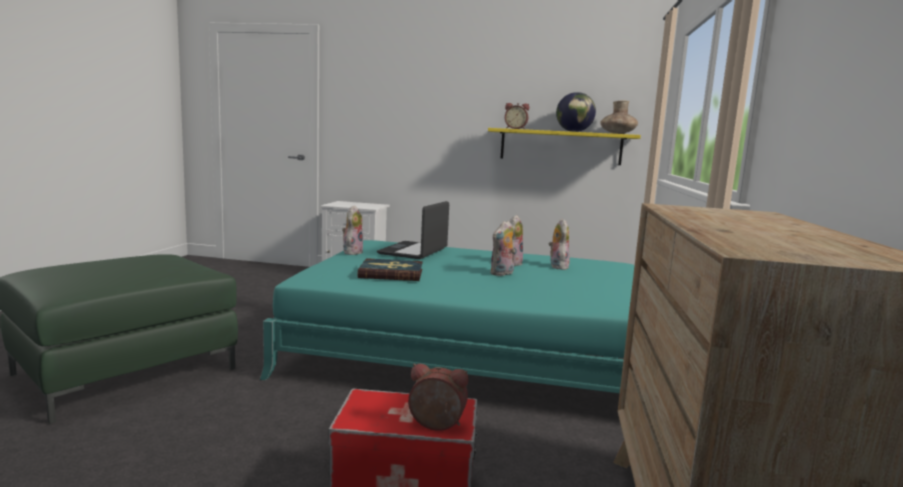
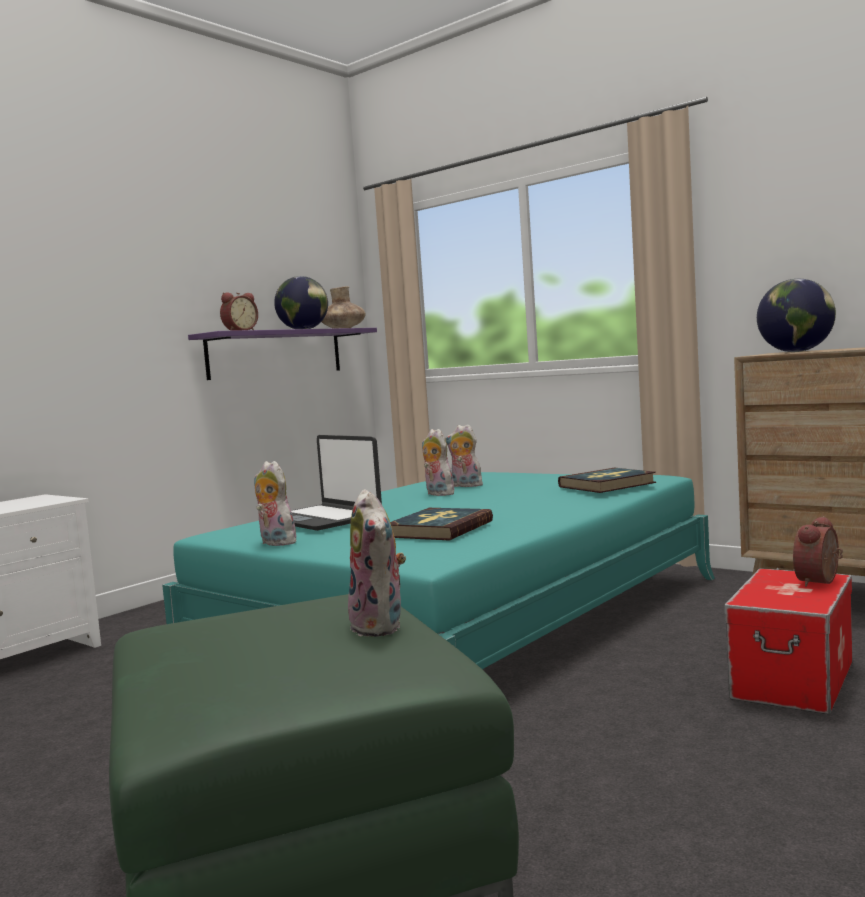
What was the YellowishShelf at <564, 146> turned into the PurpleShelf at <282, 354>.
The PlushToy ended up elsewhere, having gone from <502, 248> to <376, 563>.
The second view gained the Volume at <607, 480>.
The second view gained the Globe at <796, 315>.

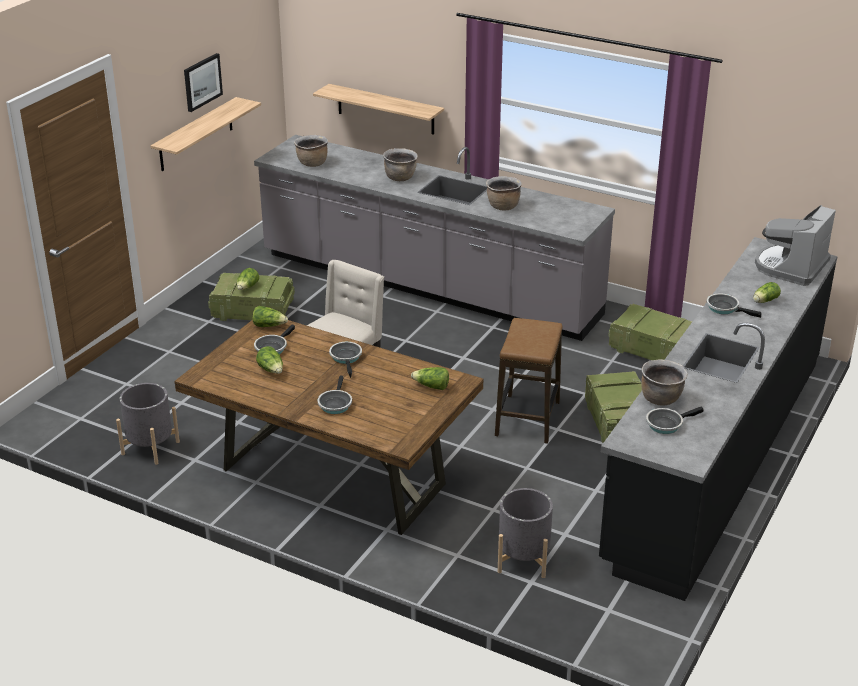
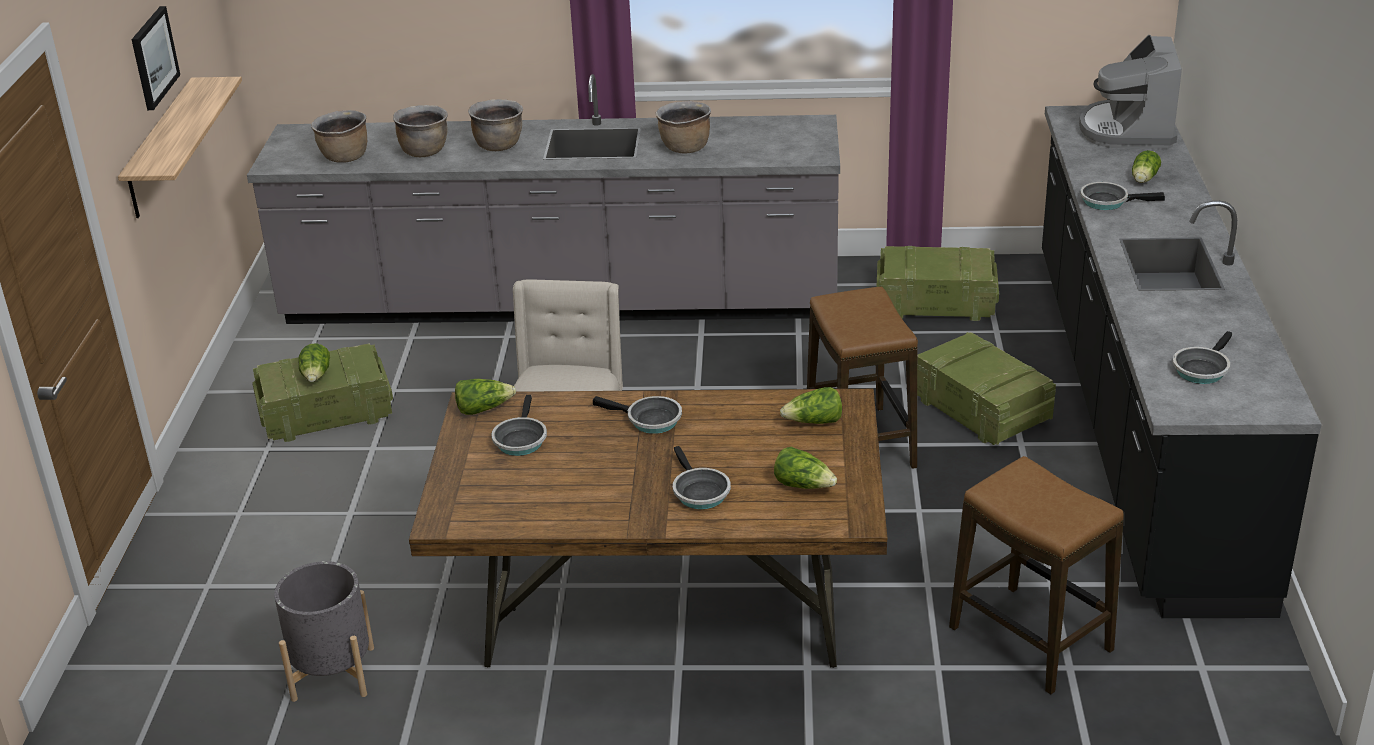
The LettuceHead ended up elsewhere, having gone from <269, 360> to <805, 467>.
The second view lost the Shelf at <378, 109>.
The FryingPan at <345, 360> ended up facing another way, 150 degrees clockwise from before.
Where the GreyishPlantPot stood at <525, 533>, the Stool came to stand at <1036, 575>.
The BrownColouredSaucepot ended up elsewhere, having gone from <664, 382> to <420, 131>.

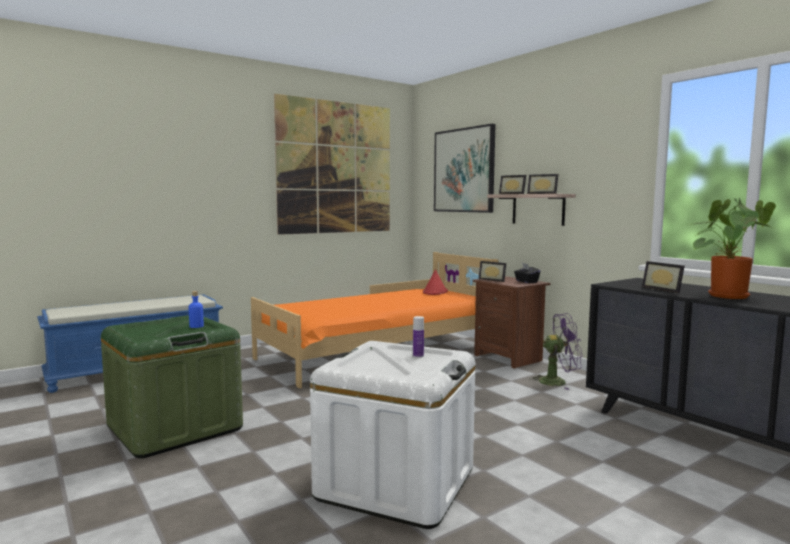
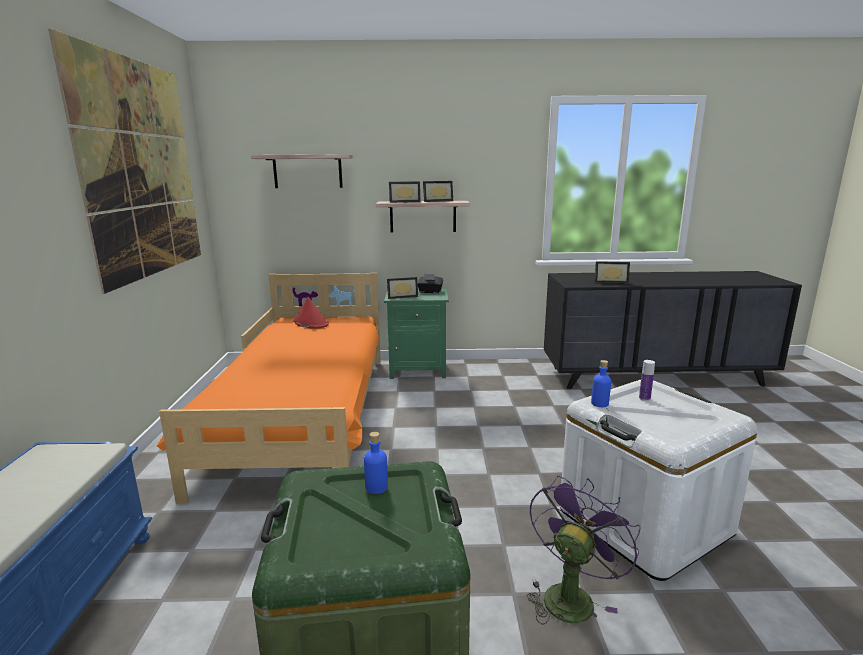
Where the WallArt hung at <465, 168>, the Shelf came to hang at <302, 171>.
What was the BrownColouredBedsideTable at <511, 322> turned into the GreenColouredBedsideTable at <416, 334>.
The PurpleFan ended up elsewhere, having gone from <556, 351> to <584, 550>.
The second view lost the Houseplant at <732, 248>.
The second view gained the BlueColouredDrinkBottle at <601, 383>.

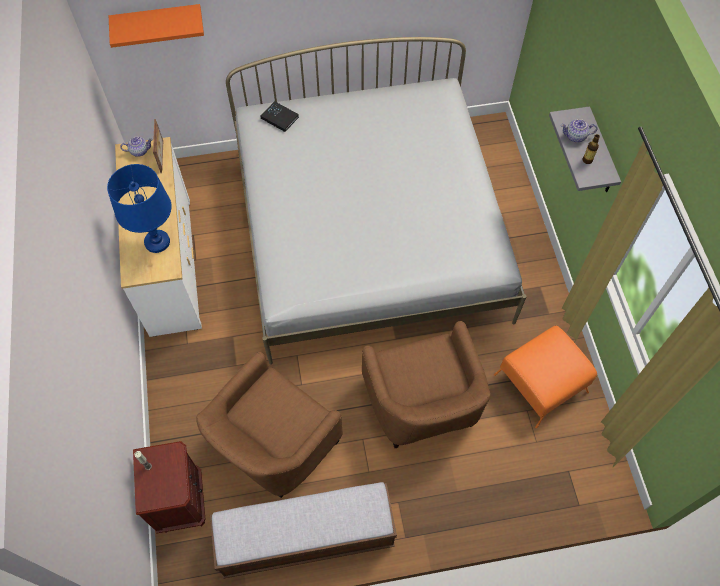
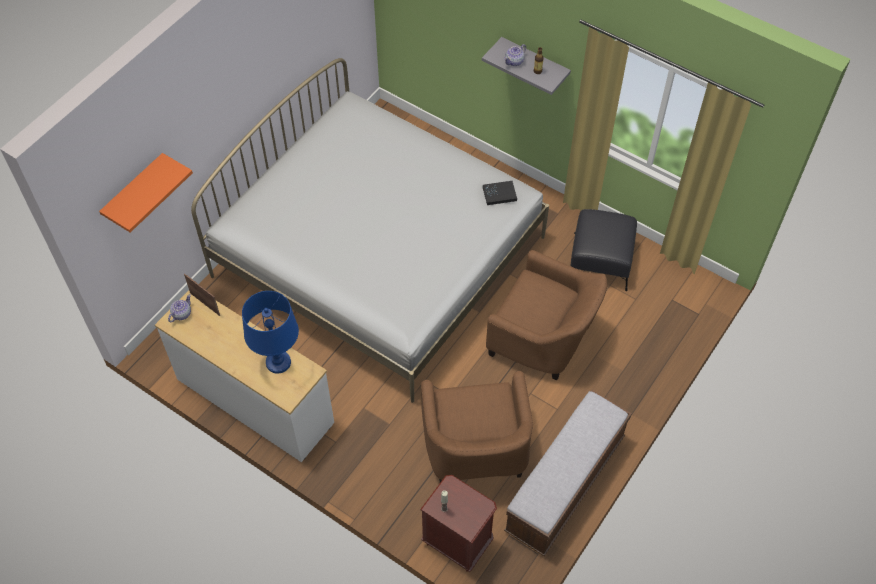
The BlackishVolume ended up elsewhere, having gone from <279, 116> to <500, 193>.
What was the OrangeColouredFootrest at <545, 377> turned into the BlackishFootrest at <603, 250>.

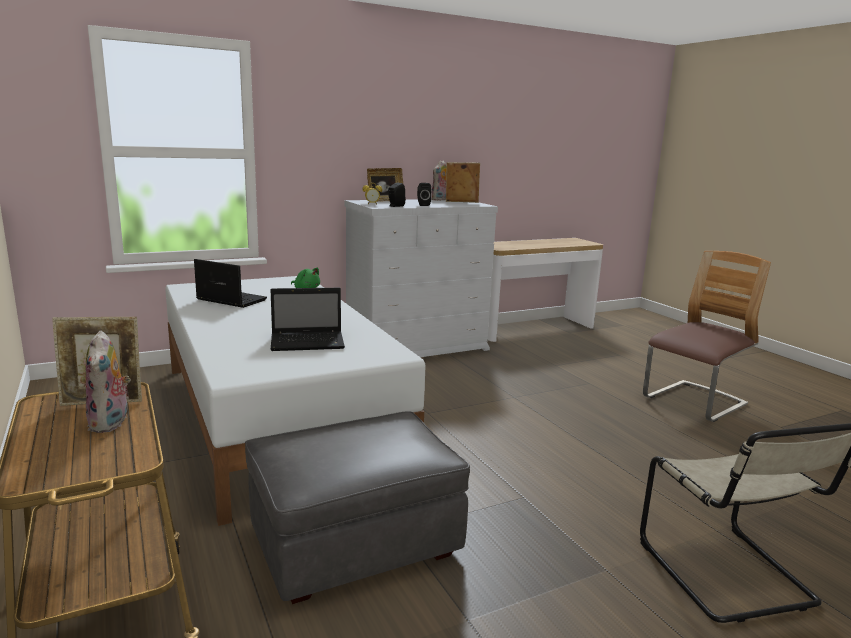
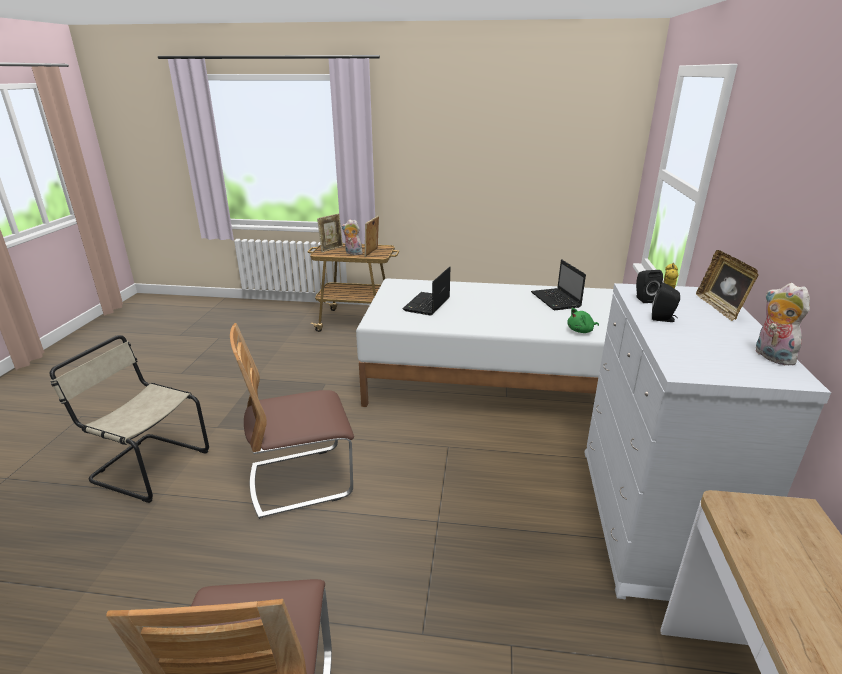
The Laptop at <230, 283> ended up facing another way, 105 degrees clockwise from before.
The second view lost the GreyishFootrest at <357, 507>.
The PhotoFrame ended up elsewhere, having gone from <463, 182> to <330, 233>.
The second view gained the UprightChair at <292, 421>.

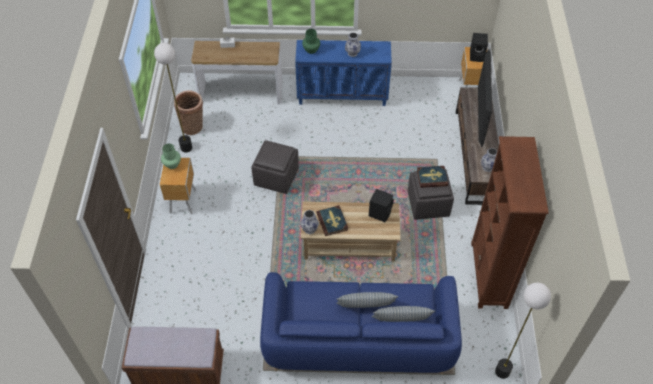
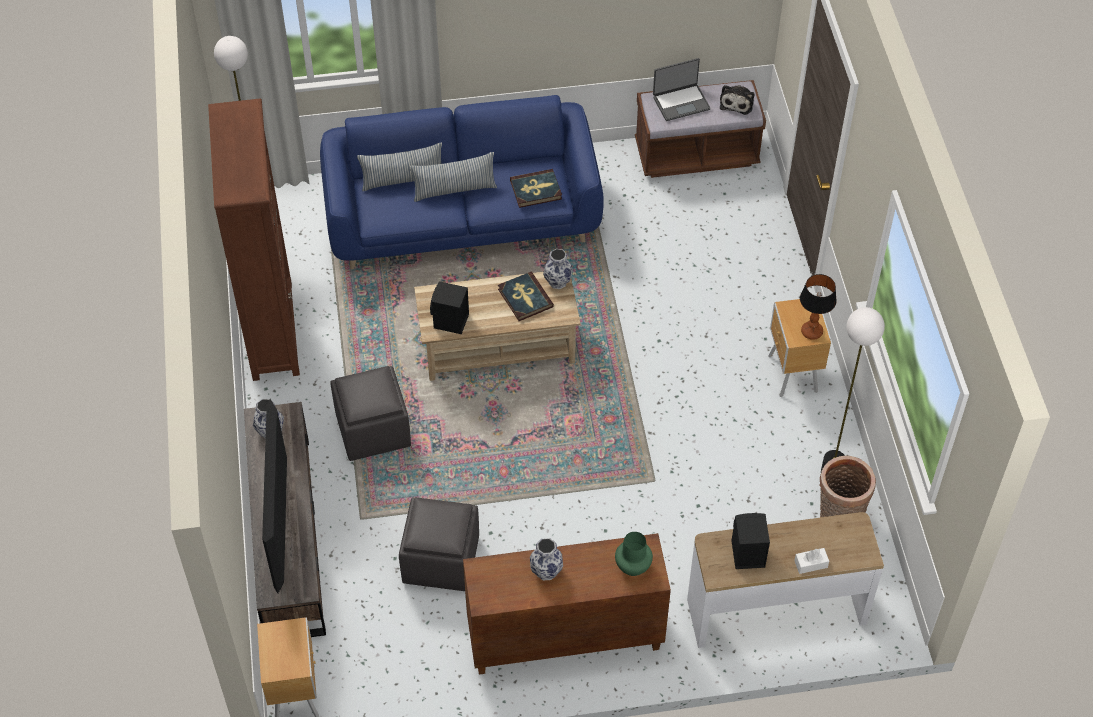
Where the GreenColouredFlowerVase stood at <171, 156>, the LampForATable came to stand at <818, 307>.
The GreyishFootrest ended up elsewhere, having gone from <275, 167> to <439, 544>.
What was the BlueColouredStorageCabinet at <343, 73> turned into the BrownColouredStorageCabinet at <567, 604>.
The Volume ended up elsewhere, having gone from <432, 177> to <536, 188>.
The BlackishAudioSpeaker ended up elsewhere, having gone from <479, 47> to <750, 541>.
The second view gained the Laptop at <682, 89>.
The second view gained the PlushToy at <737, 100>.

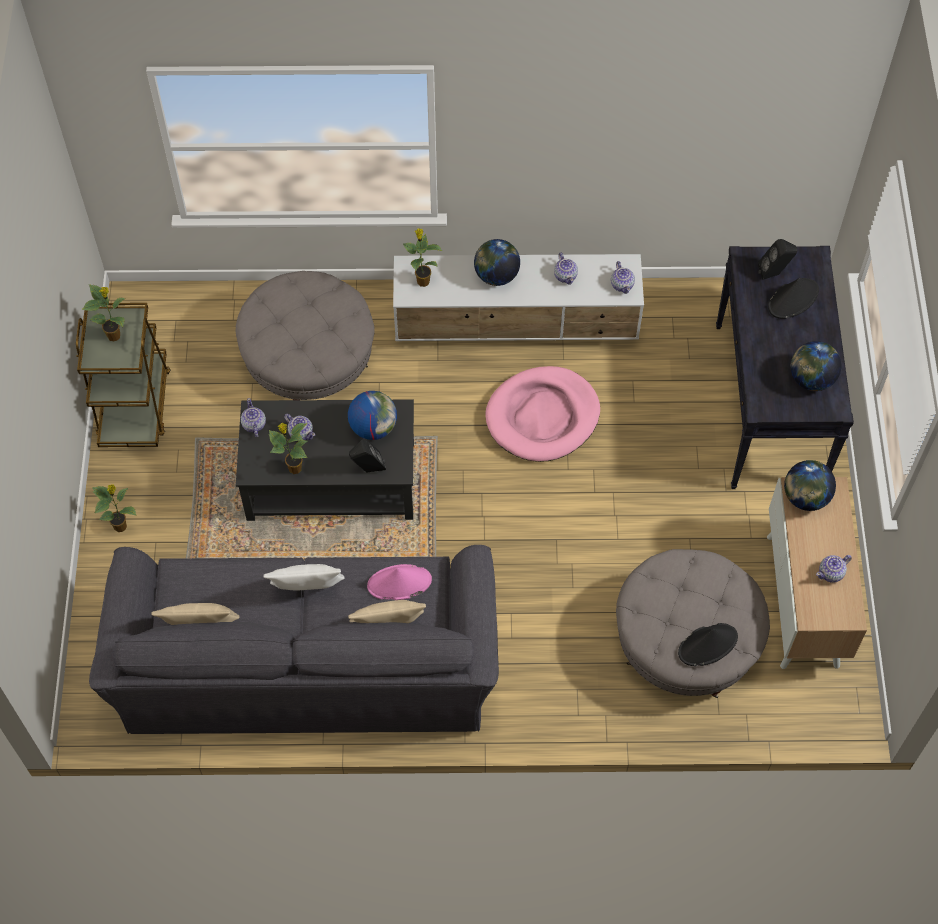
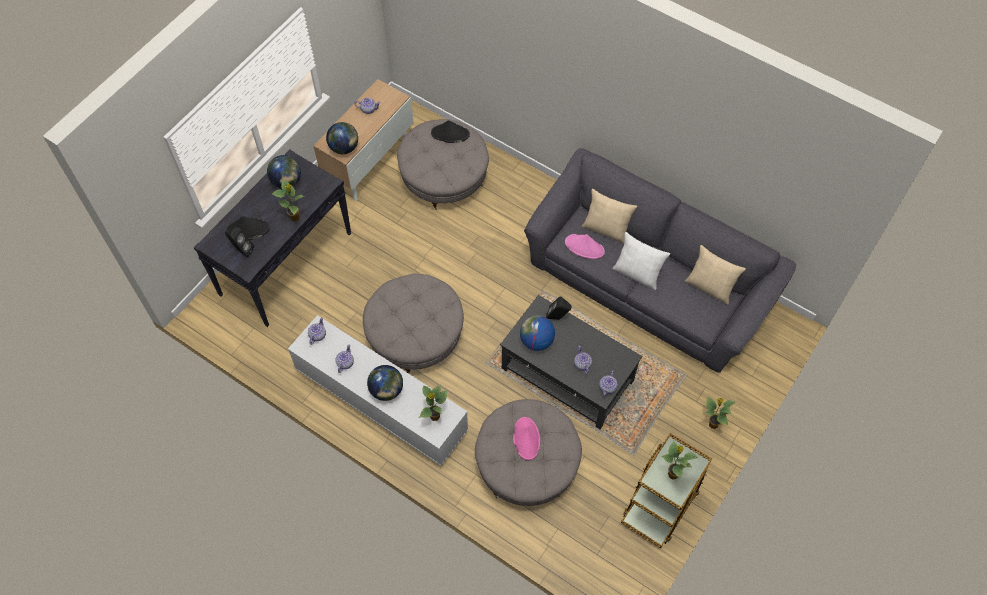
The Houseplant ended up elsewhere, having gone from <288, 448> to <288, 200>.
Where the PinkColouredDogCushion stood at <542, 414>, the GreyishFootrest came to stand at <413, 323>.
The second view gained the PinkColouredHat at <526, 438>.

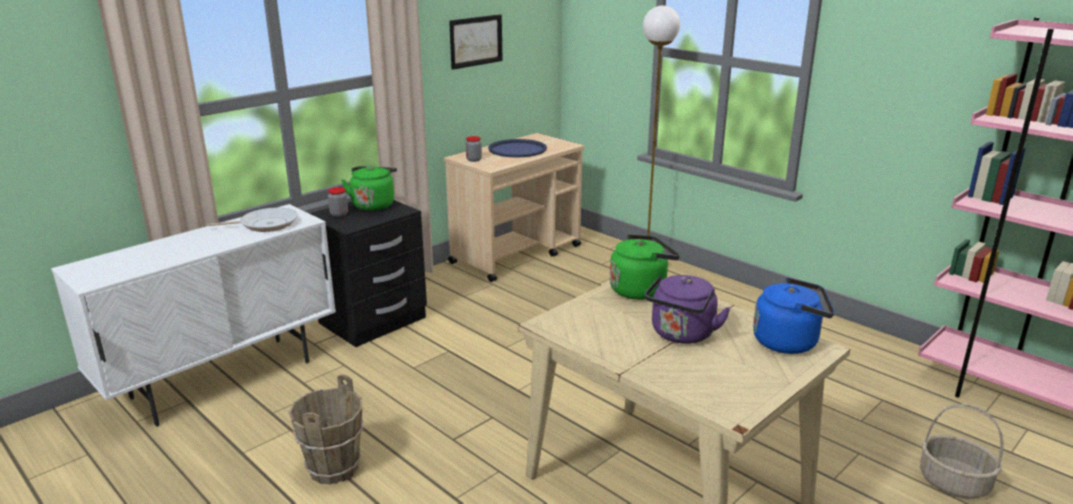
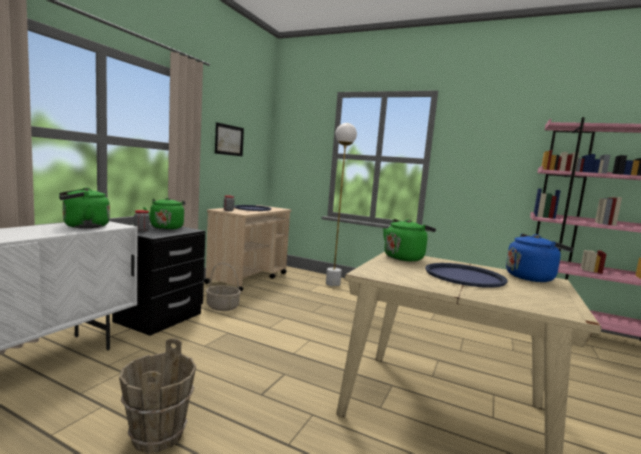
Where the FryingPan stood at <252, 220>, the GreenColouredWaterKettle came to stand at <84, 208>.
Where the PurpleWaterKettle stood at <688, 309>, the BlueColouredCarryingTray came to stand at <466, 275>.
The Basket ended up elsewhere, having gone from <962, 451> to <223, 286>.

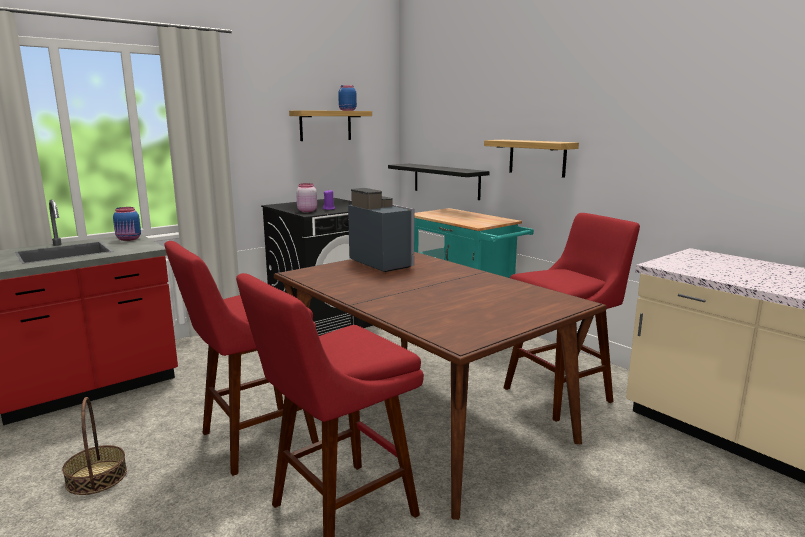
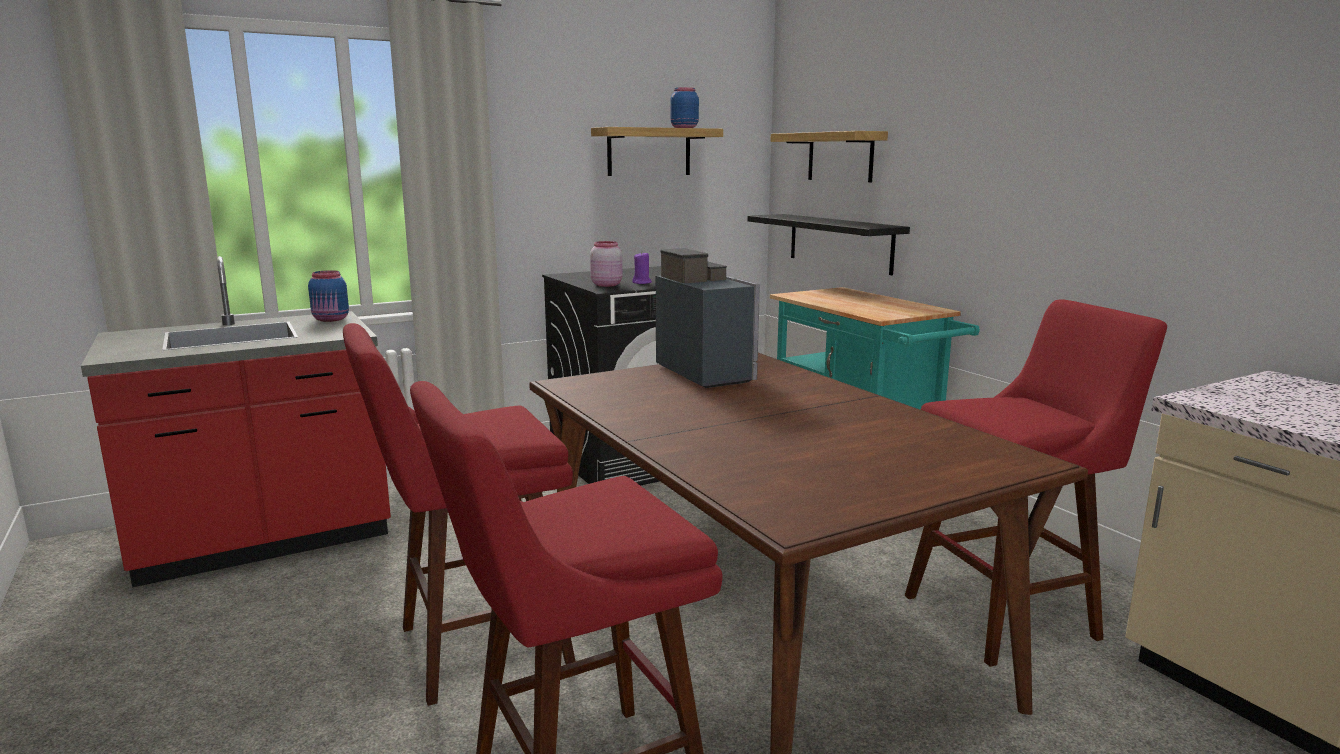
The second view lost the Basket at <94, 446>.
The Shelf ended up elsewhere, having gone from <531, 159> to <829, 156>.

